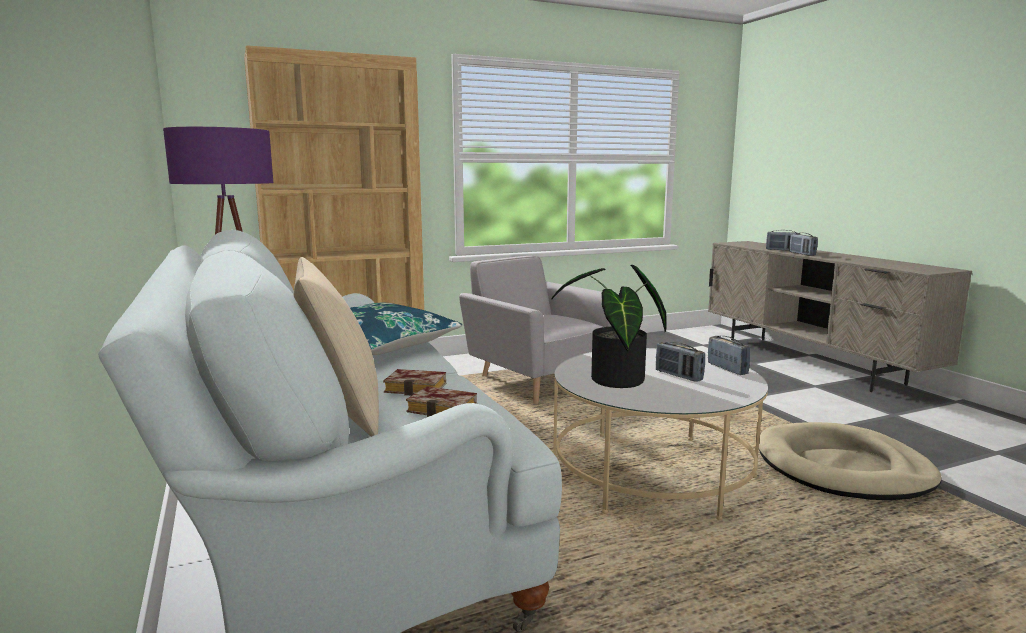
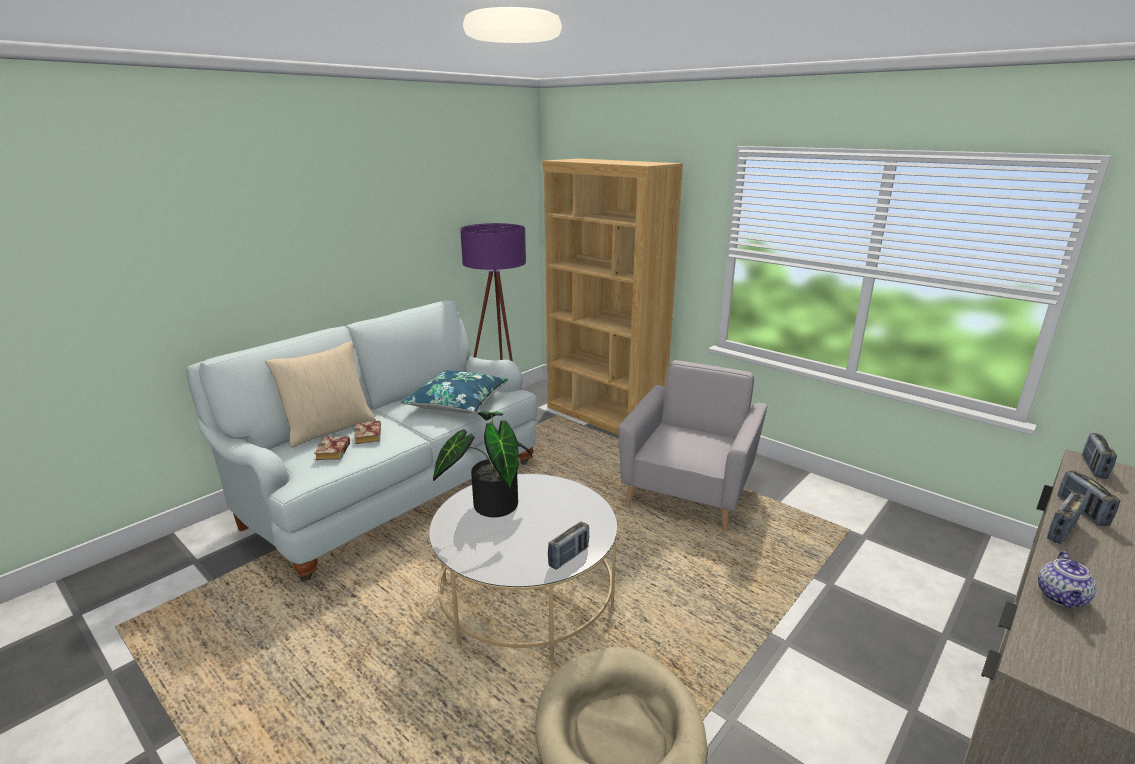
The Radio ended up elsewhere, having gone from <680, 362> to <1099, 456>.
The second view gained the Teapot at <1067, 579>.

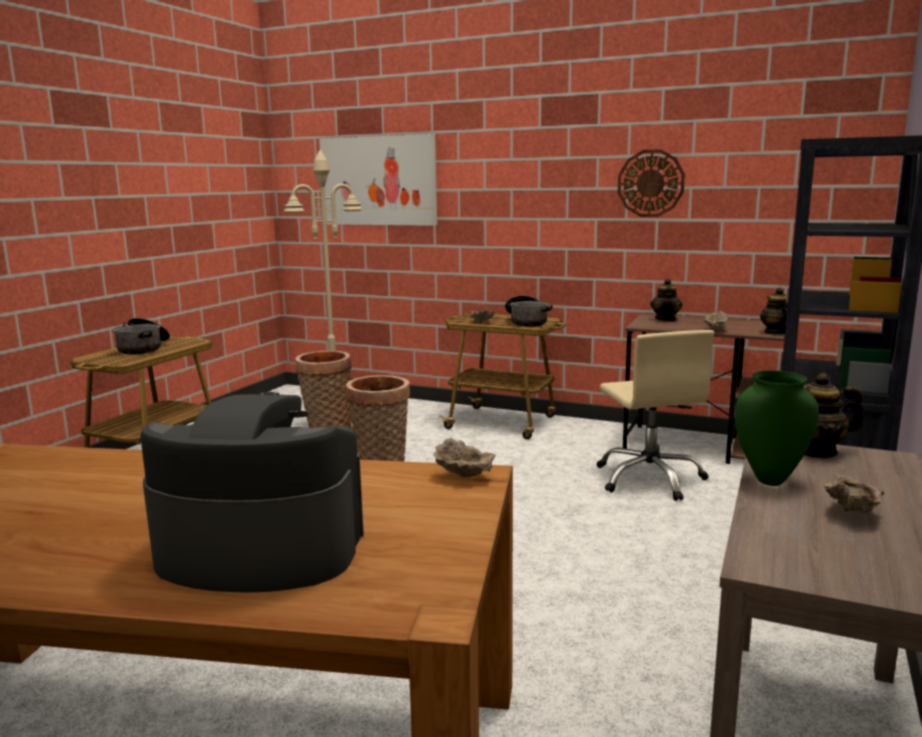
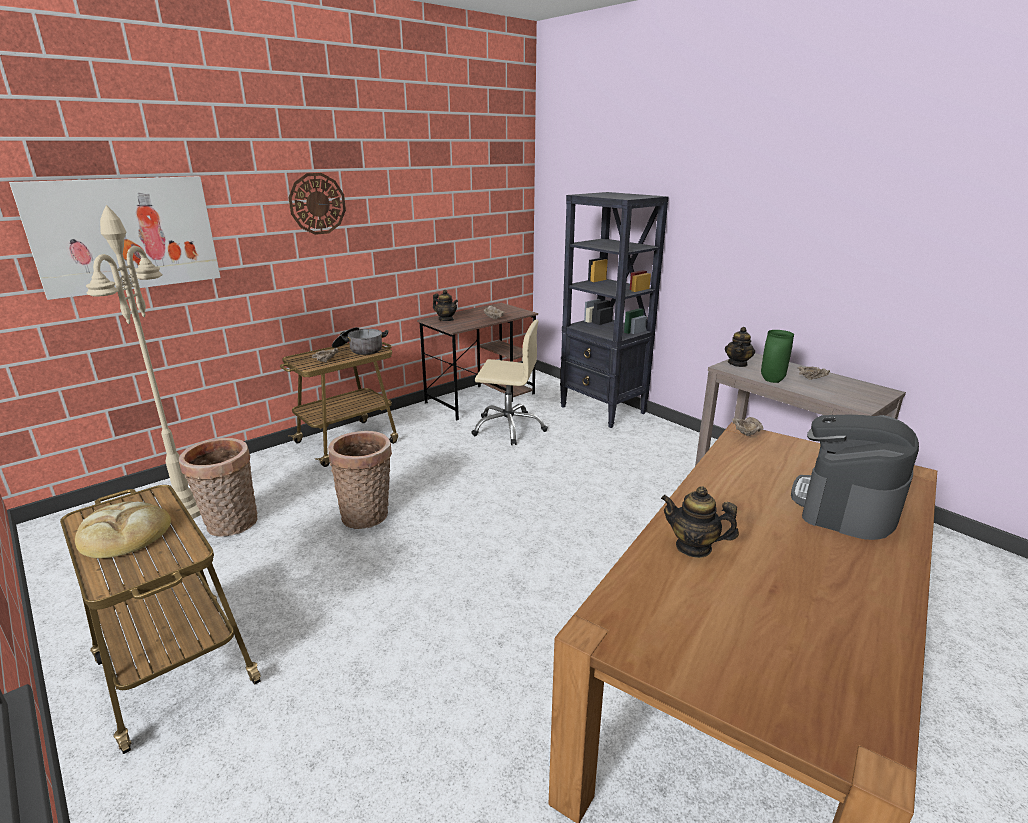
Where the Saucepot stood at <141, 336>, the BakeryBread came to stand at <123, 529>.
The WallClock ended up elsewhere, having gone from <651, 183> to <317, 204>.
The Teapot ended up elsewhere, having gone from <774, 310> to <700, 522>.

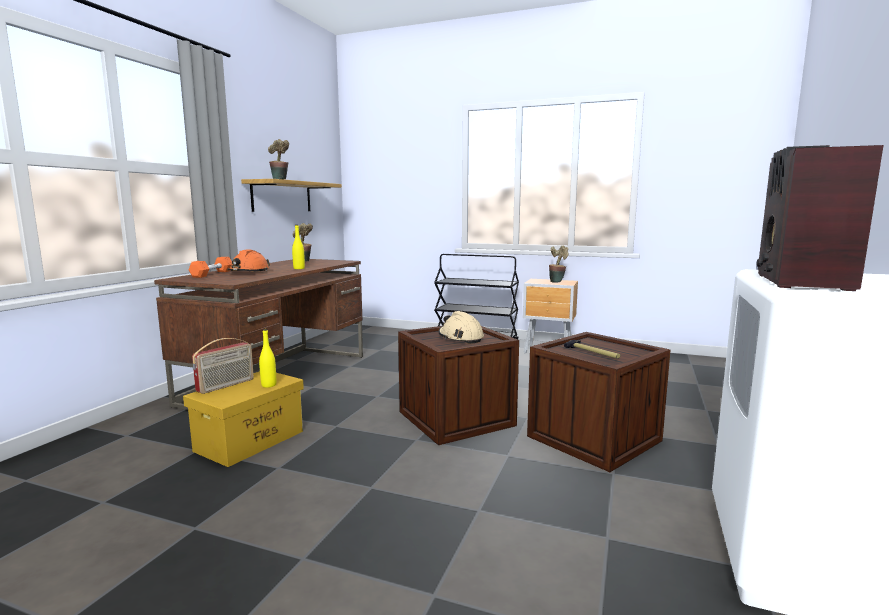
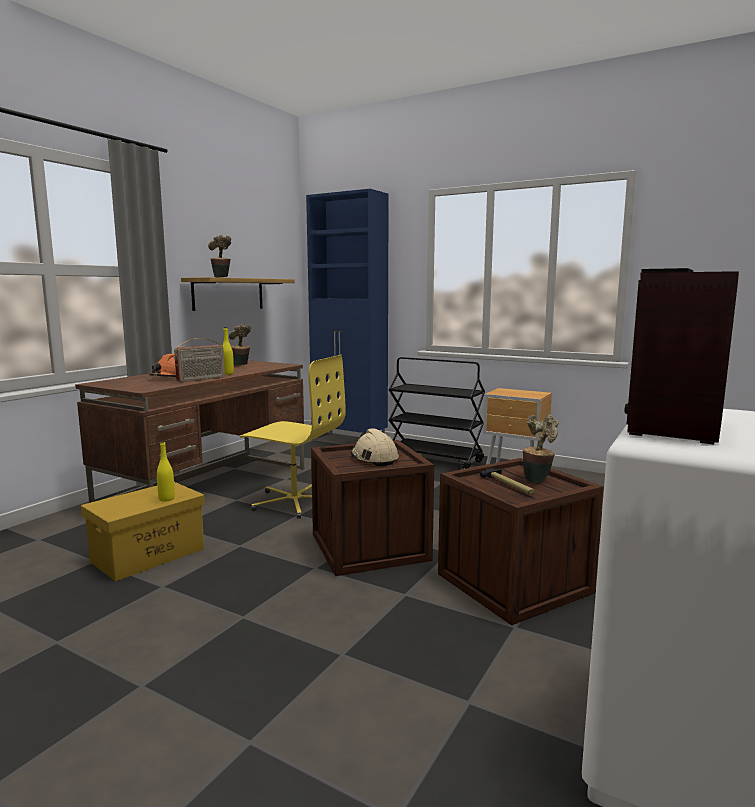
The second view lost the OrangeColouredDumbbell at <210, 267>.
The Radio ended up elsewhere, having gone from <223, 366> to <199, 360>.
The Houseplant ended up elsewhere, having gone from <558, 264> to <541, 448>.
The second view gained the YellowishComputerChair at <293, 437>.
The second view gained the BlueColouredStorageCabinet at <347, 315>.

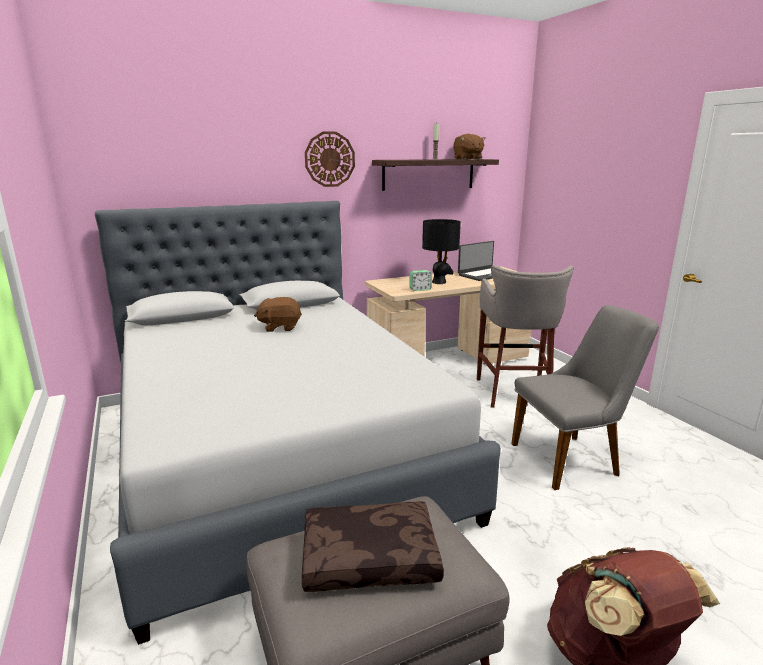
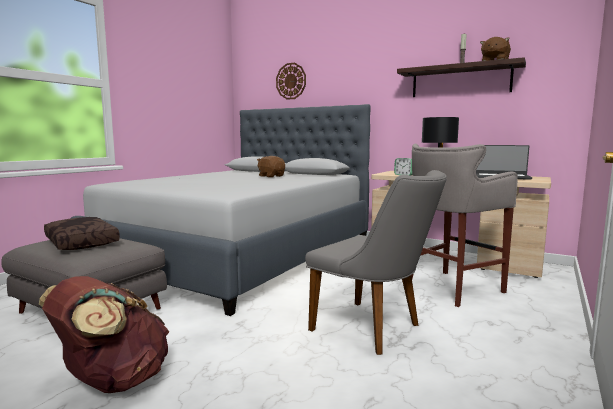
The WallClock ended up elsewhere, having gone from <330, 159> to <291, 81>.

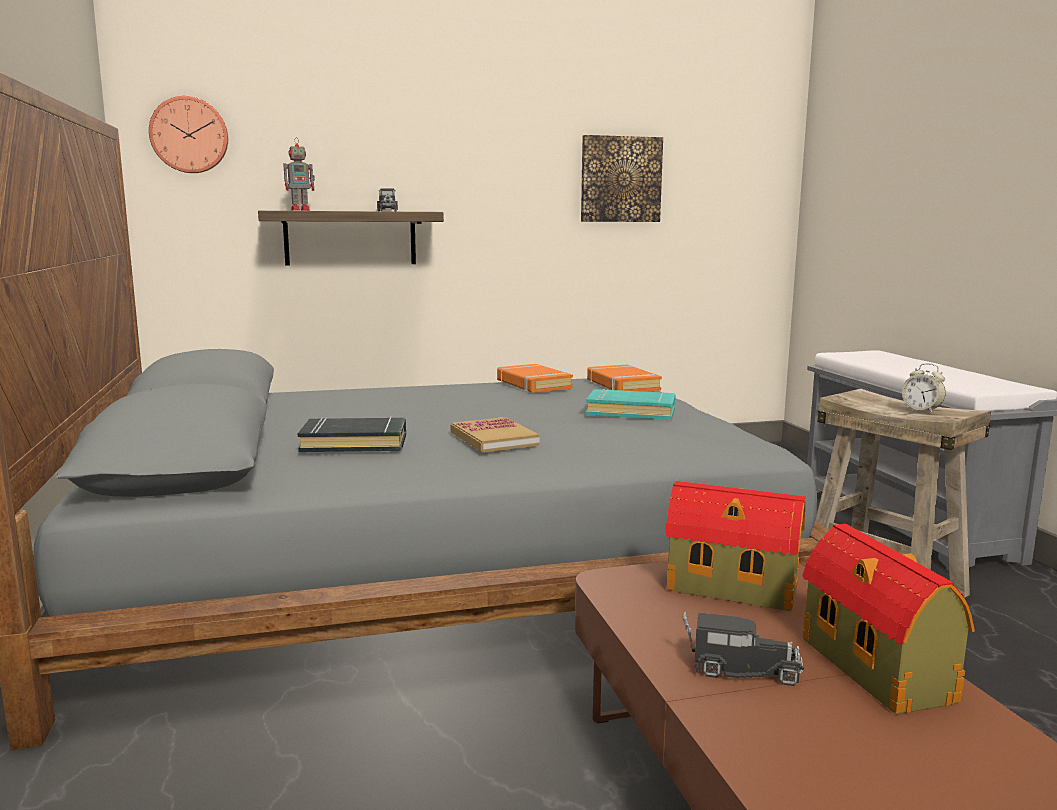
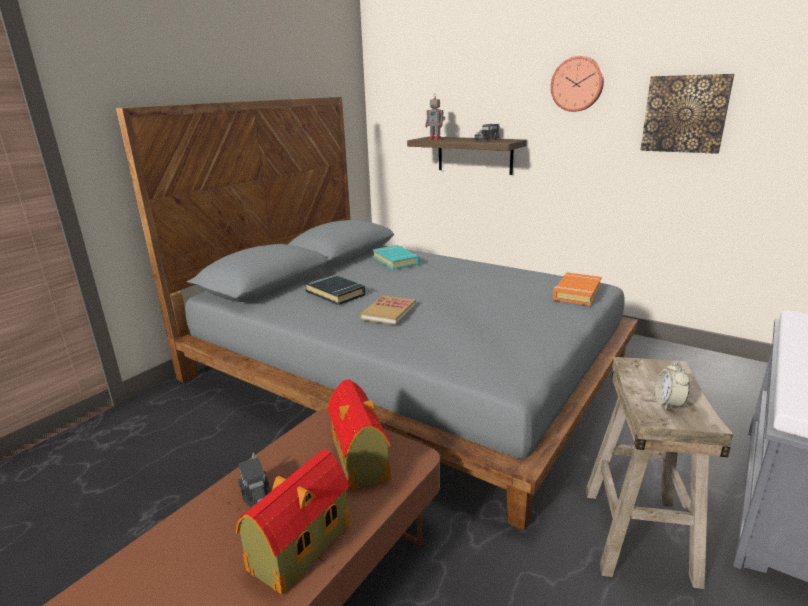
The WallClock ended up elsewhere, having gone from <188, 134> to <577, 84>.
The second view lost the OrangeColouredVolume at <535, 378>.
The BlueGreenVolume ended up elsewhere, having gone from <631, 404> to <396, 257>.

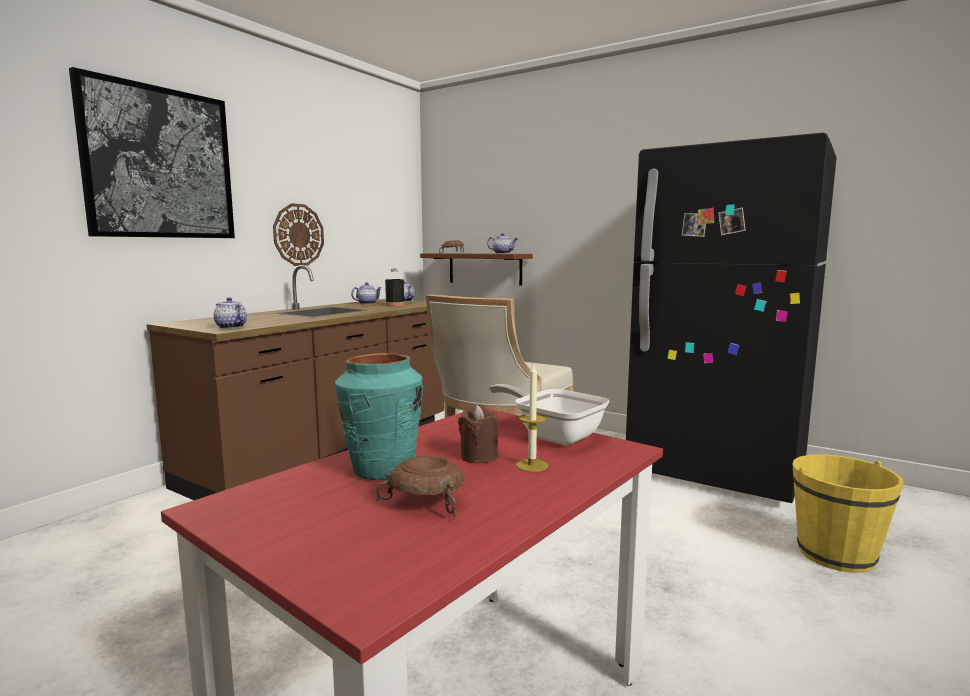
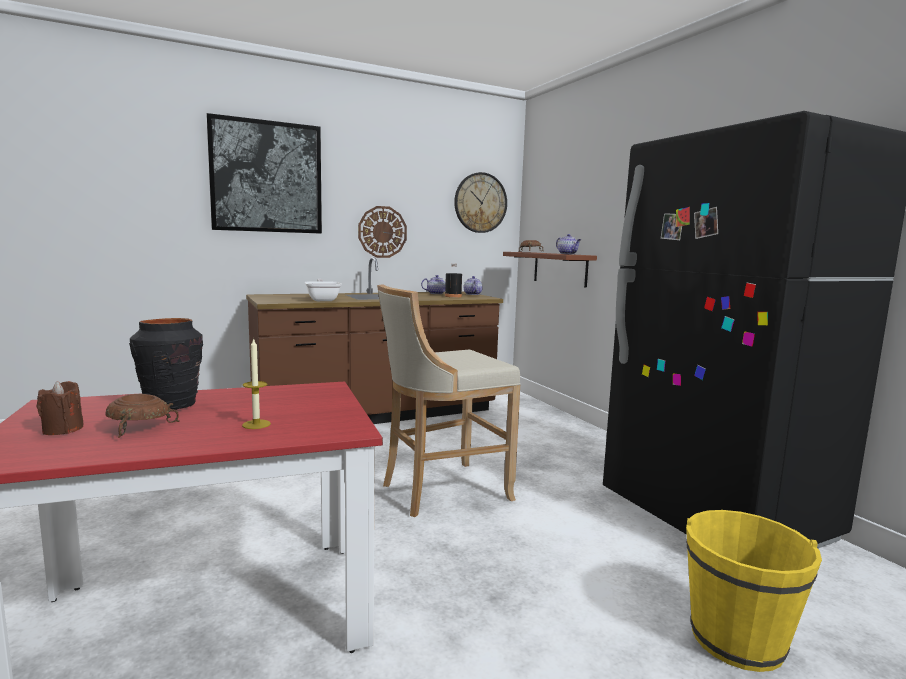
The second view lost the Teapot at <230, 313>.
What was the BlueGreenFlowerVase at <379, 416> turned into the BlackishFlowerVase at <166, 364>.
The BrownColouredCandle ended up elsewhere, having gone from <478, 434> to <60, 408>.
The FryingPan ended up elsewhere, having gone from <549, 414> to <323, 290>.
The second view gained the WallClock at <480, 202>.

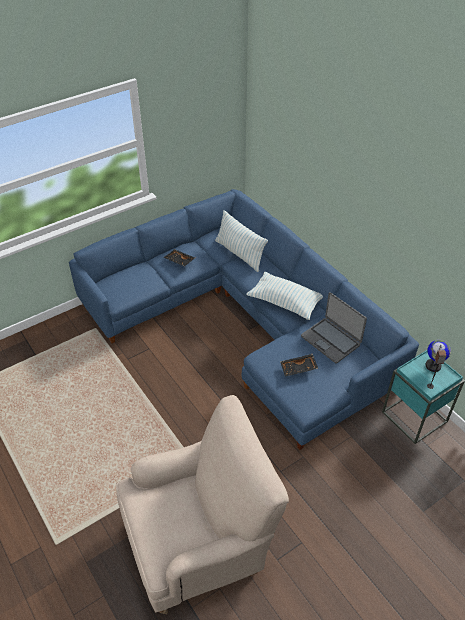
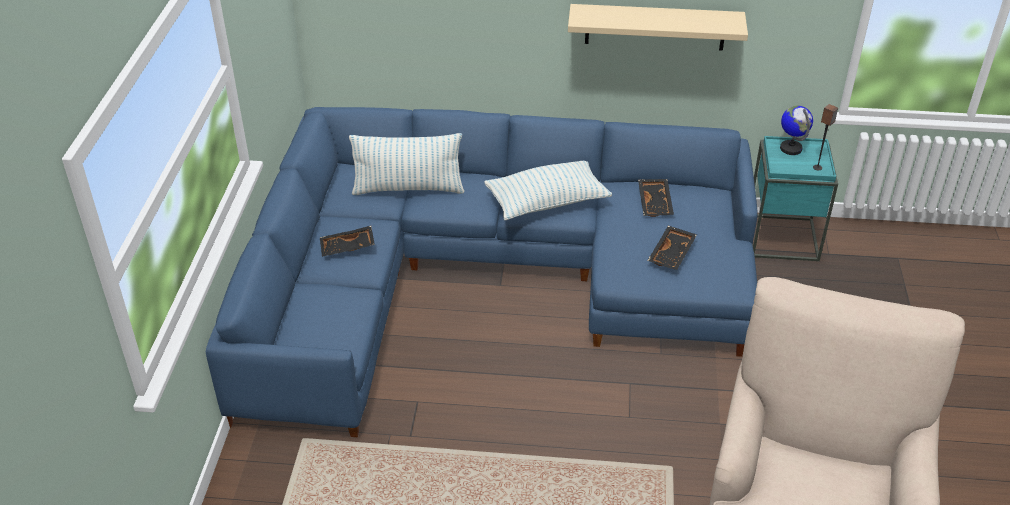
Where the Laptop stood at <334, 327>, the BlackishCarryingTray came to stand at <656, 198>.
The second view gained the BeigeColouredShelf at <658, 27>.

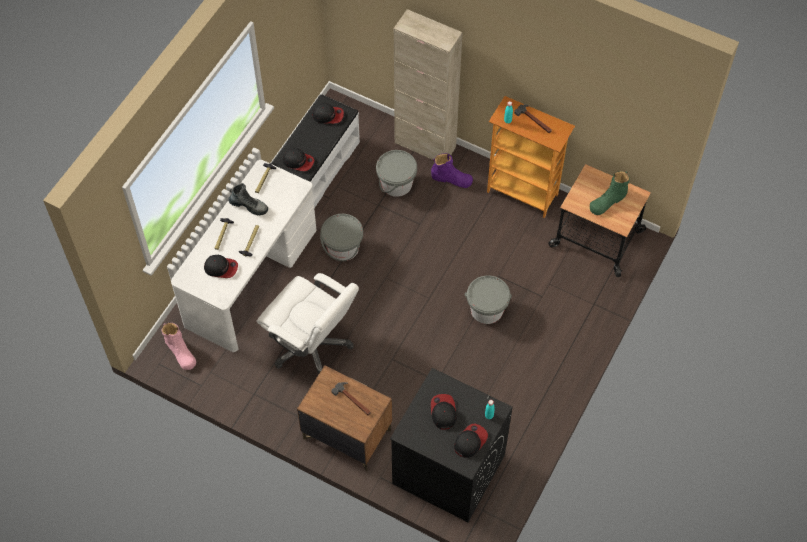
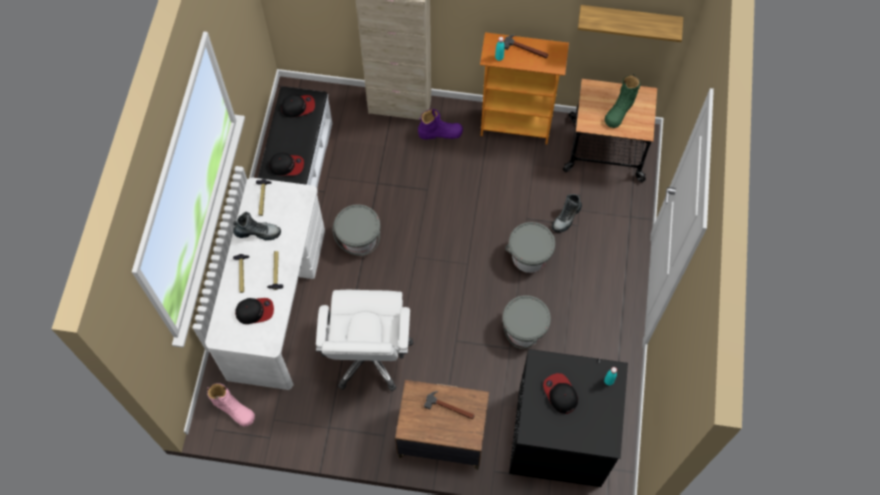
The WhiteColouredComputerChair at <308, 324> ended up facing another way, 75 degrees clockwise from before.
The GreyishWaterBucket ended up elsewhere, having gone from <396, 173> to <526, 322>.
The second view lost the Cap at <471, 440>.
The second view gained the Boot at <567, 213>.
The second view gained the Shelf at <630, 23>.

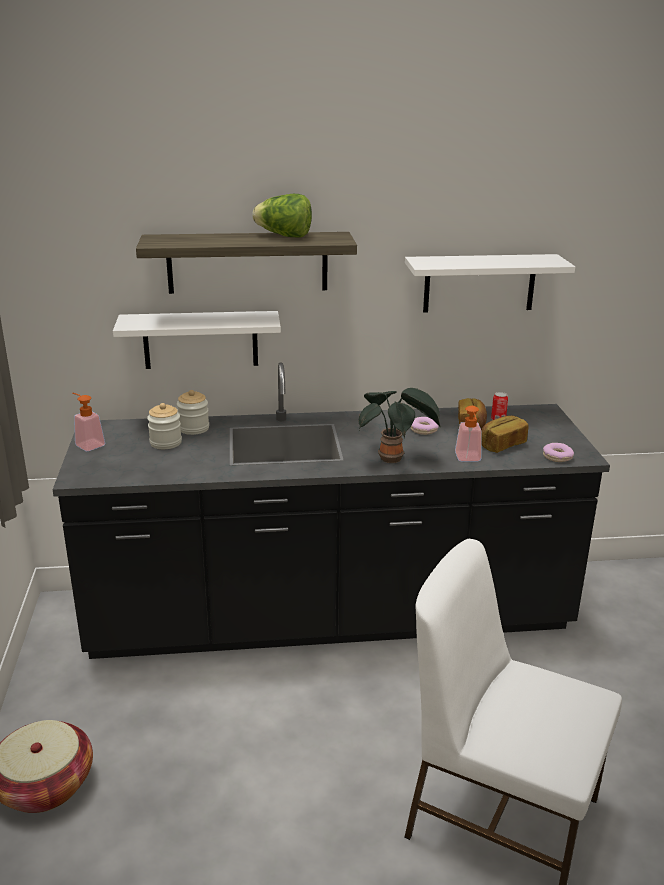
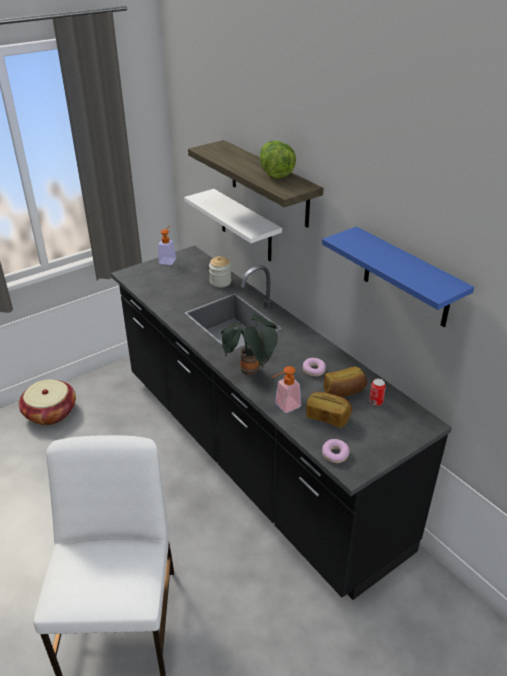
The second view lost the StorageJar at <164, 426>.
What was the WhiteColouredShelf at <490, 283> turned into the BlueColouredShelf at <398, 277>.

